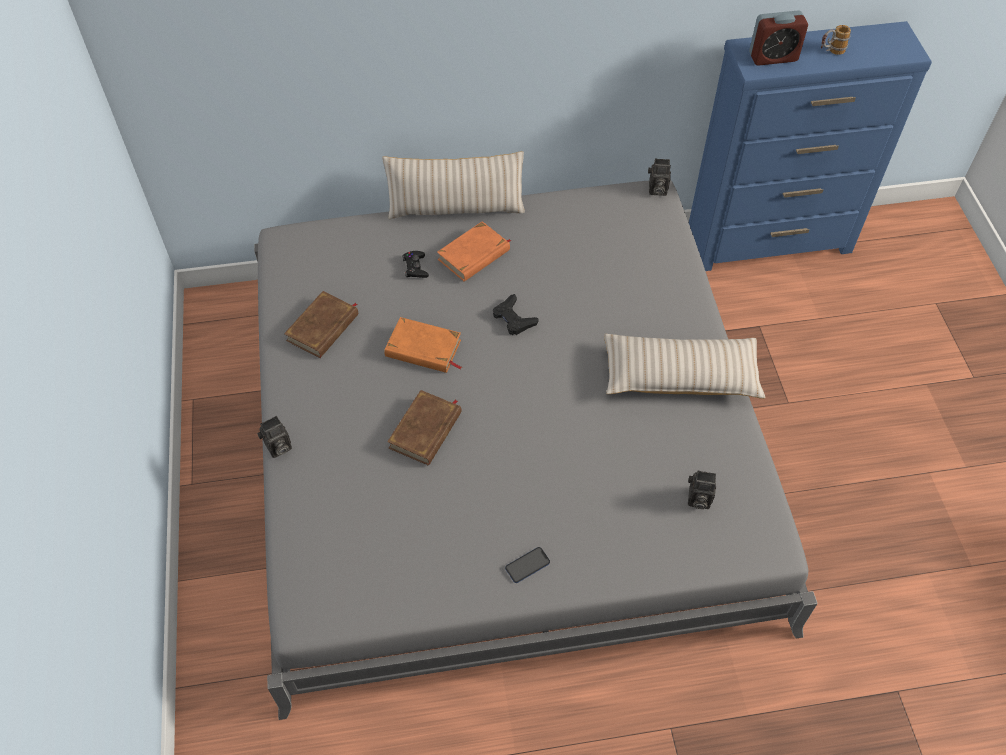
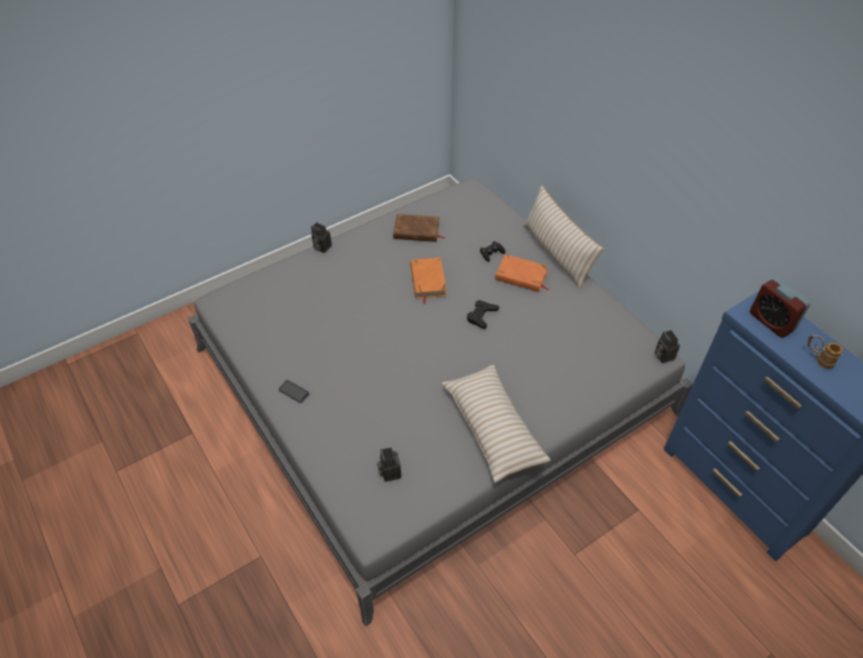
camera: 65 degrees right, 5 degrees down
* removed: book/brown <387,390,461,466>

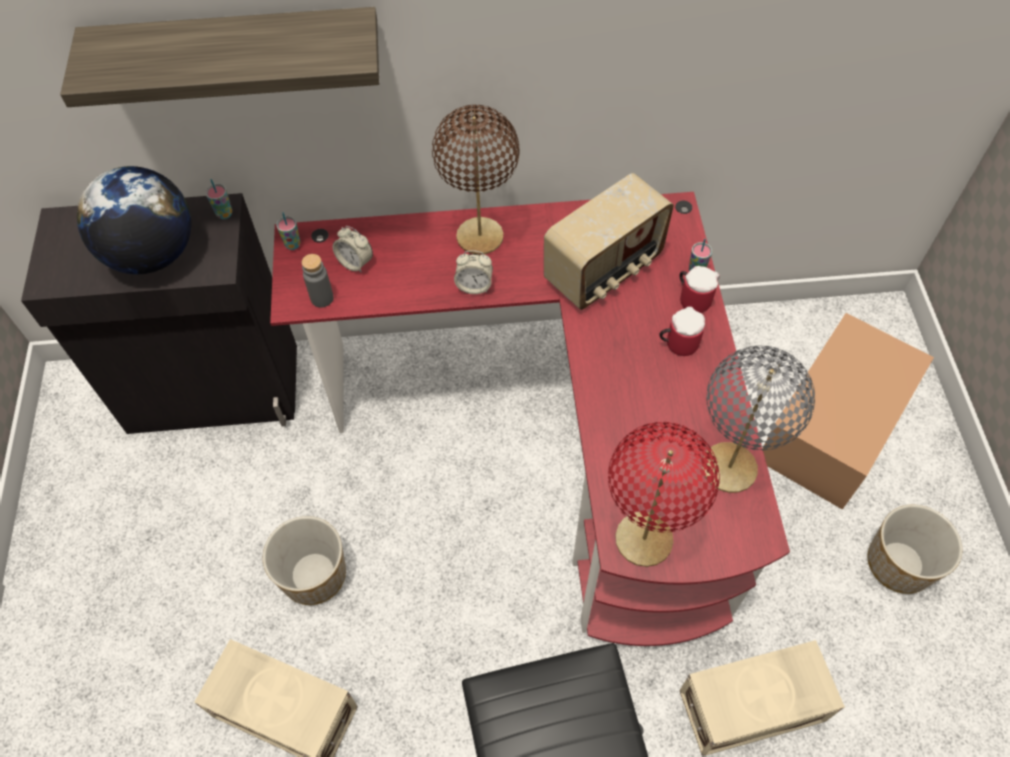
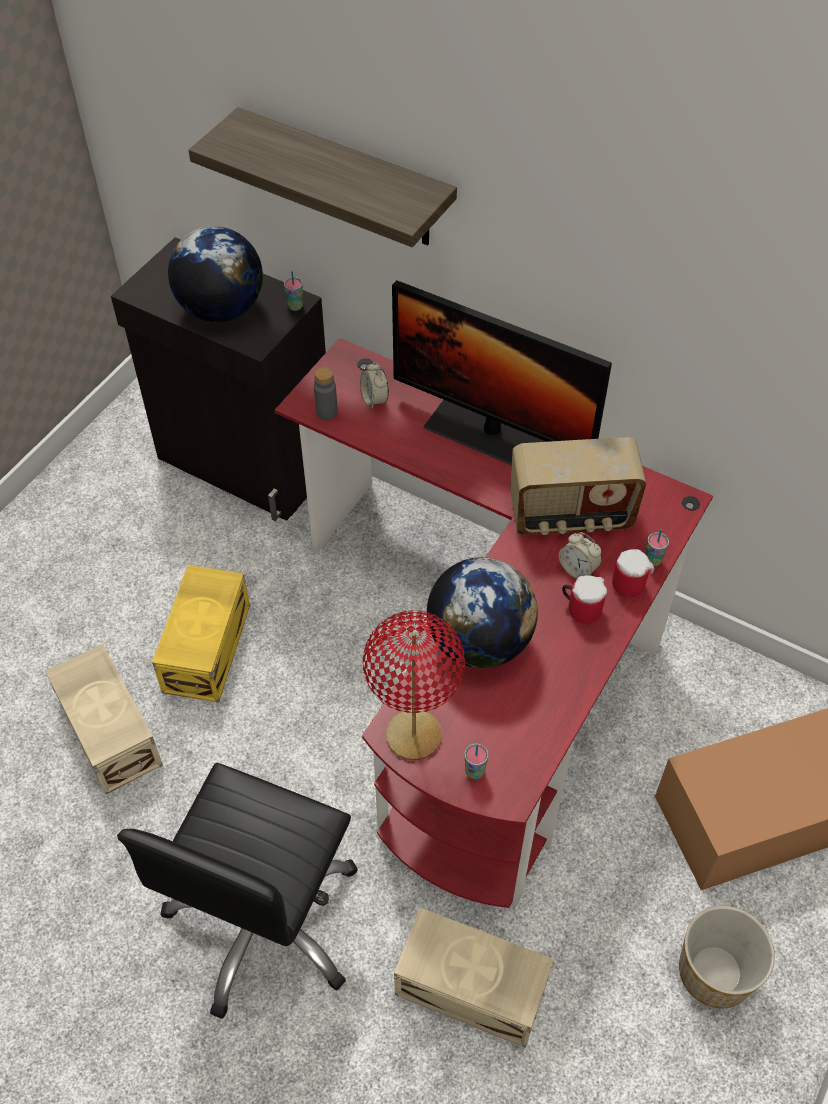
camera: 35 degrees right, 5 degrees down
* replaced: planter <263,516,346,605> to storage box/yellow <152,565,250,703>
* moved: cup <276,212,300,250> to <464,744,488,779>
* replaced: table lamp/brown <432,105,520,255> to monitor <392,280,612,465>
* moved: alarm clock <454,250,493,294> to <559,532,602,579>
* removed: table lamp/grey <702,345,815,493>
* added: globe <427,557,538,668>

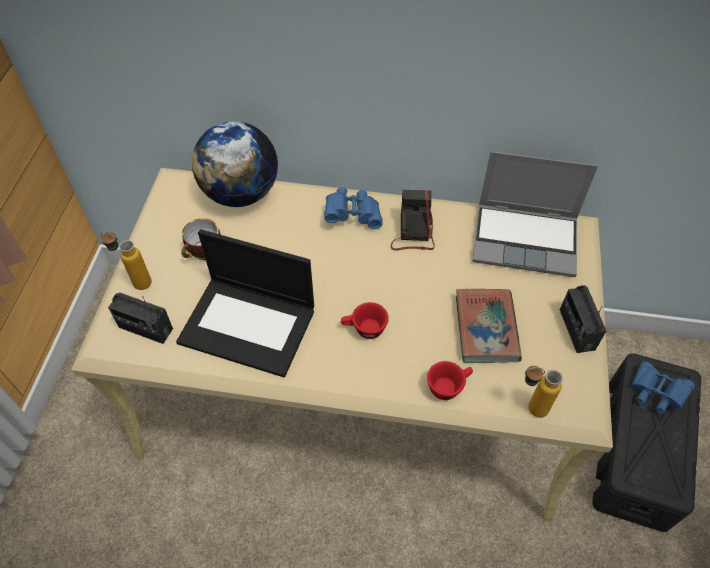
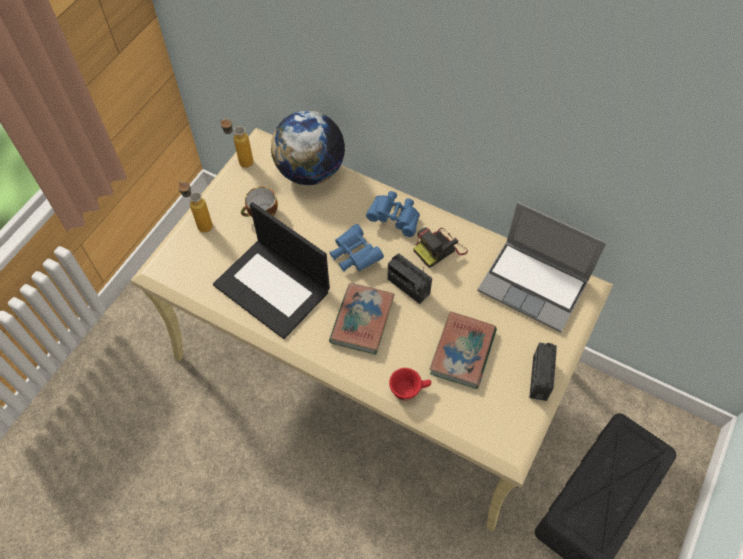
camera: 20 degrees right, 5 degrees up
* moved: radio <108,292,173,344> to <387,253,432,304>
* replaced: cup/red <341,302,389,339> to book <329,283,395,355>
* turned: photo camera <391,190,435,251> = <413,227,468,268> 150 degrees counterclockwise
* moved: bottle <525,366,563,418> to <220,118,253,168>
* moved: binoculars/blue <631,361,695,414> to <330,224,384,271>

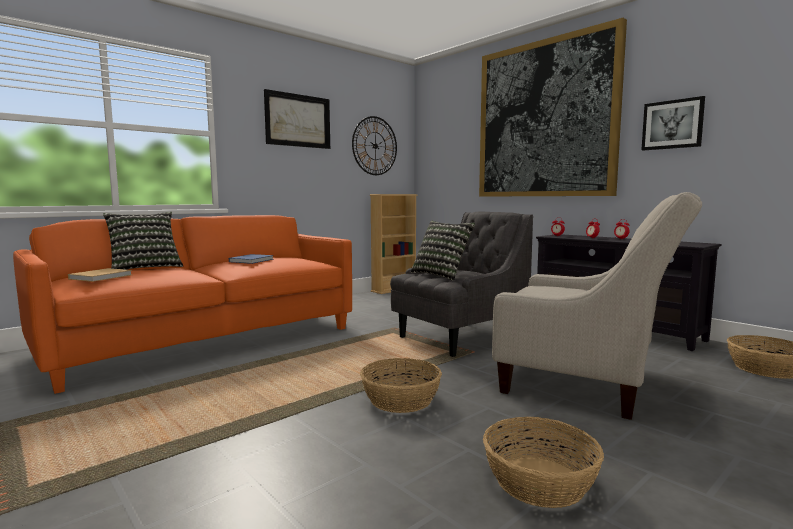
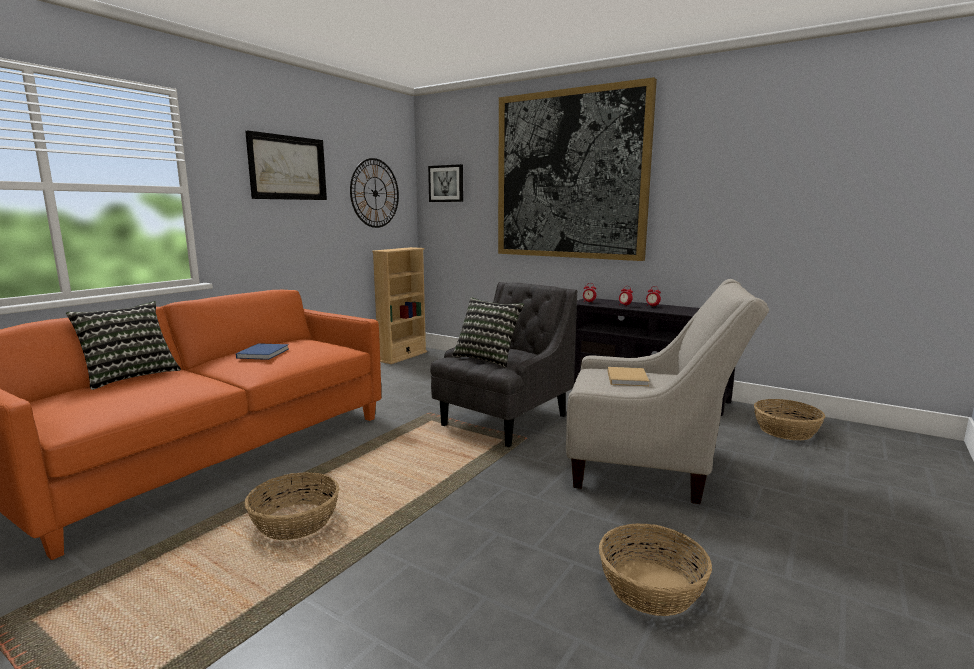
camera: 15 degrees left, 5 degrees up
* moved: book/beige <68,268,132,282> to <608,367,649,386>
* moved: basket <360,358,442,413> to <244,472,339,540>
* moved: picture <641,96,705,151> to <428,164,463,202>

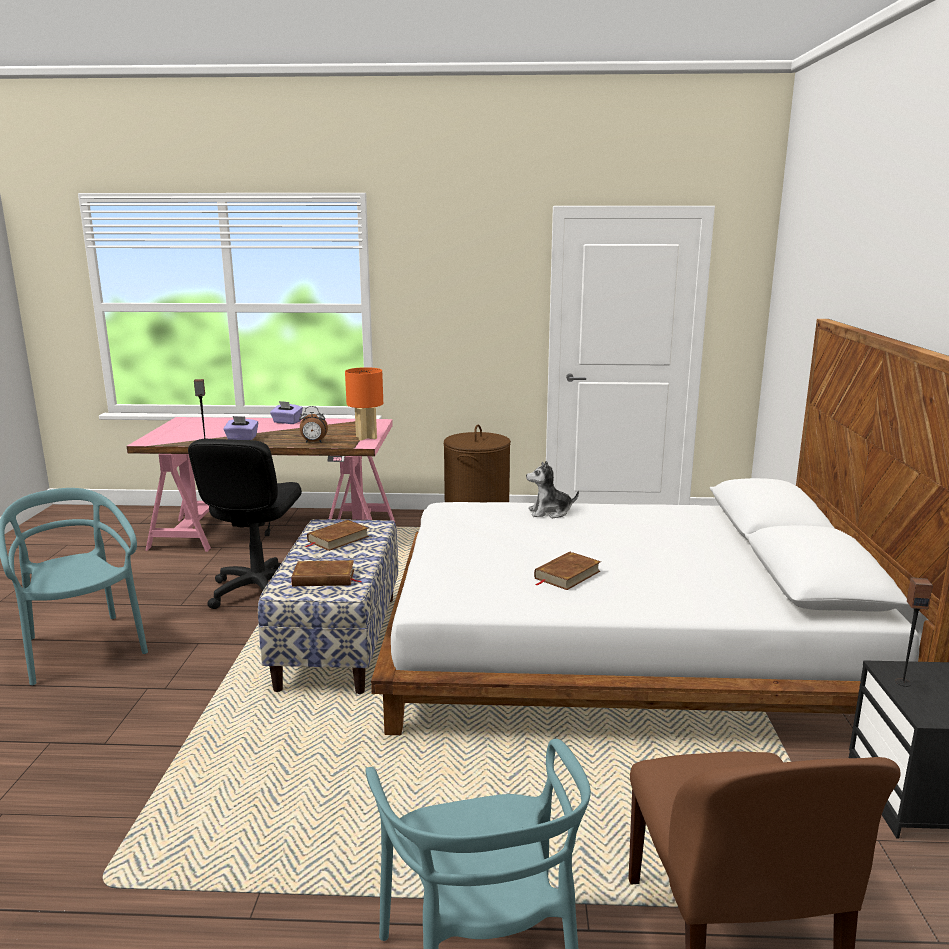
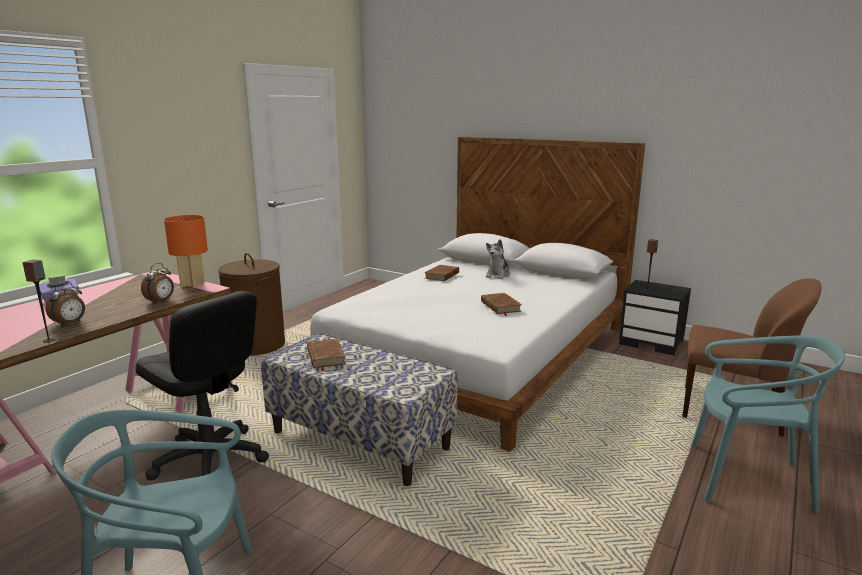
camera: 60 degrees left, 0 degrees up
* replaced: tissue box/purple <223,416,258,440> to alarm clock <45,281,85,326>
* moved: book/brown <291,560,361,586> to <424,265,459,281>
* moved: plush toy <526,460,579,518> to <486,239,510,279>

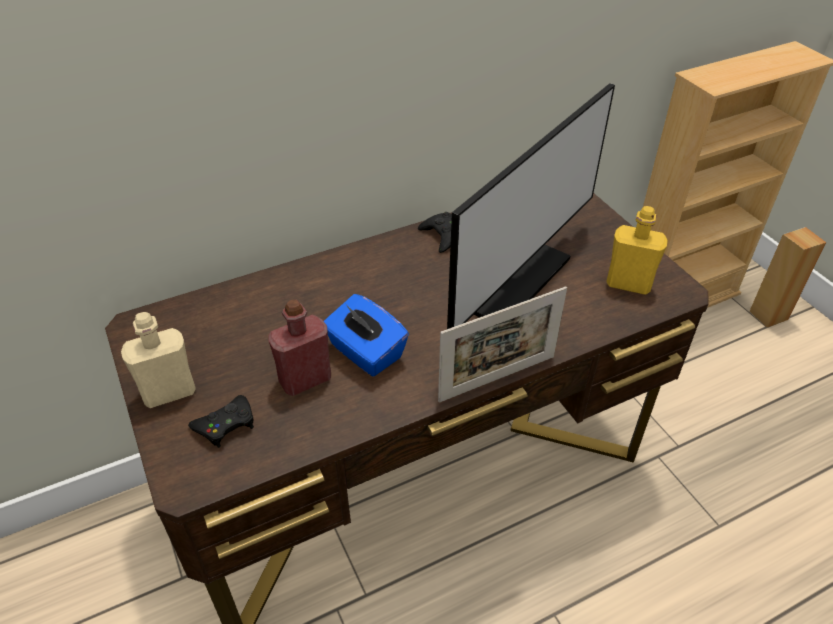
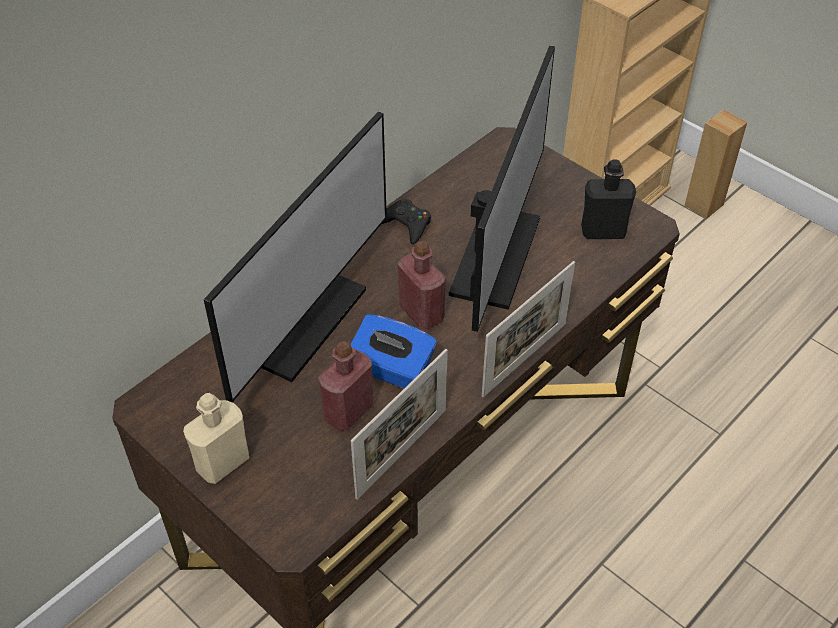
camera: 20 degrees left, 5 degrees up
* removed: game controller/black <188,395,254,448>
* recoloured: bottle/yellow <606,206,668,295> to bottle/black <581,160,636,239>
* added: monitor <204,111,387,402>
* added: picture frame <351,349,448,500>
* added: bottle/red <398,241,446,329>

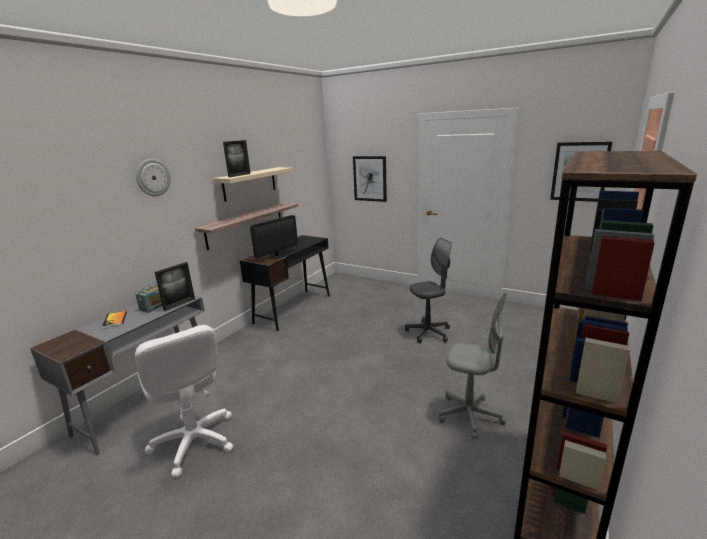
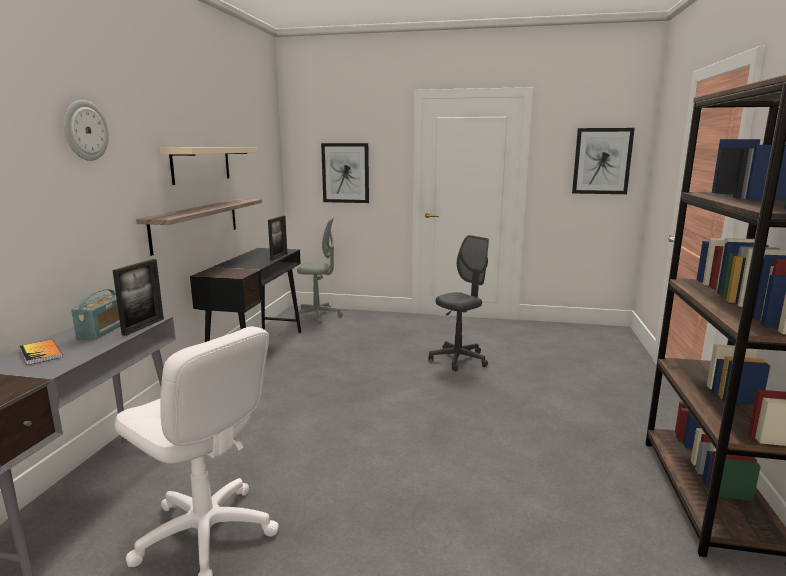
camera: 20 degrees left, 5 degrees down
* moved: picture frame <223,140,251,177> to <268,216,287,260>
* removed: monitor <250,215,298,259>
* moved: office chair/grey <439,293,507,440> to <295,218,343,324>

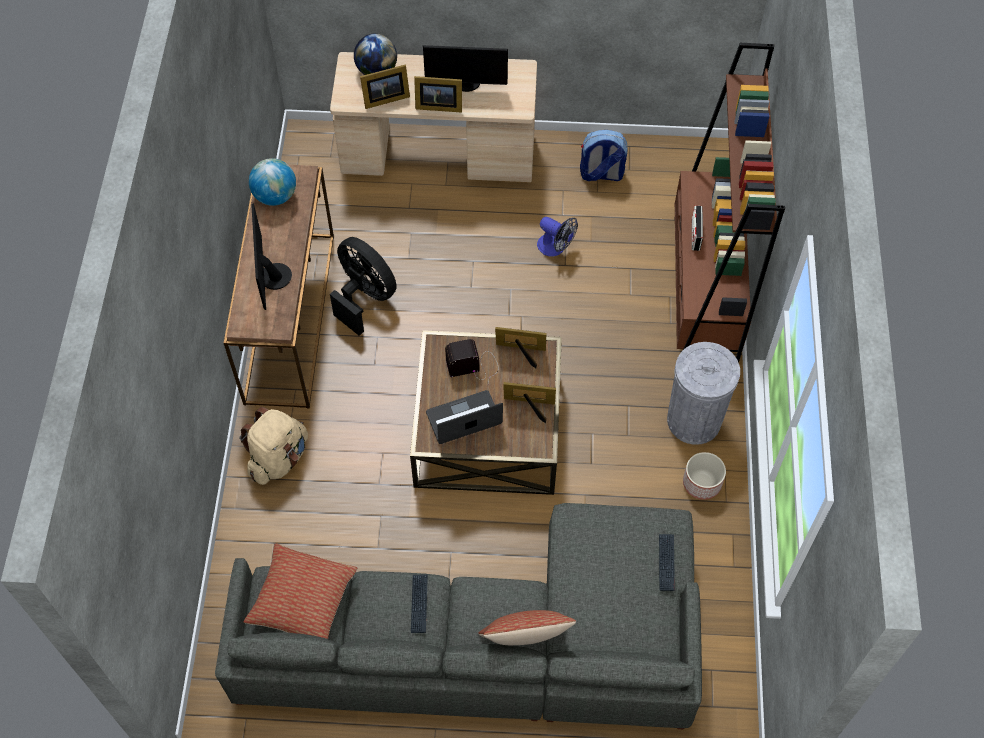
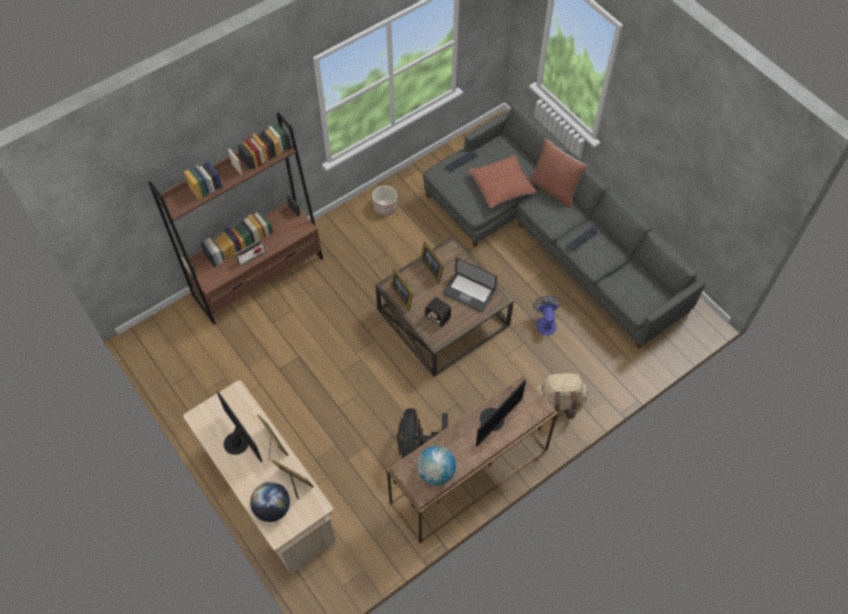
camera: 130 degrees left, 0 degrees up
* moved: pillow <243,543,357,639> to <468,155,537,208>
* moved: fan <537,217,578,257> to <533,296,561,336>
* removed: backpack <580,130,628,181>
* removed: trash can/grey <667,342,740,445>

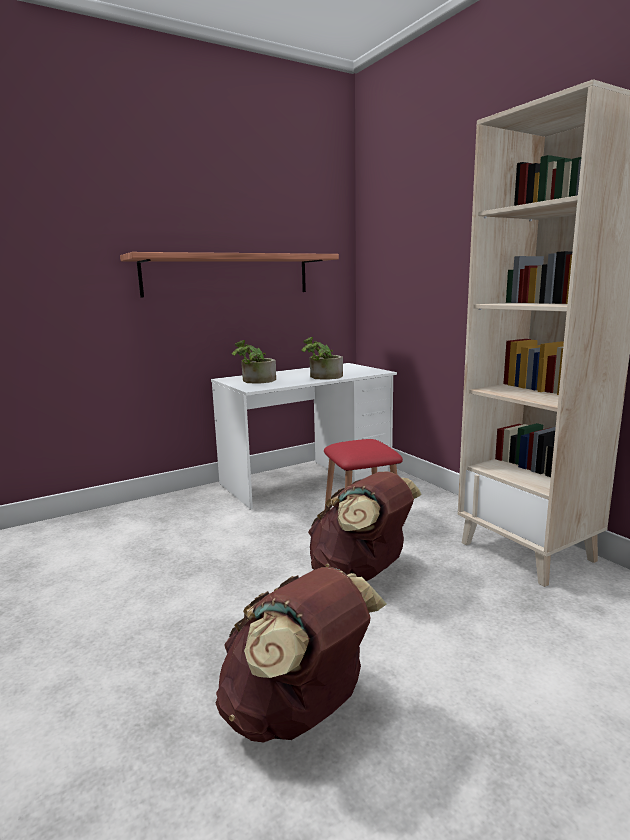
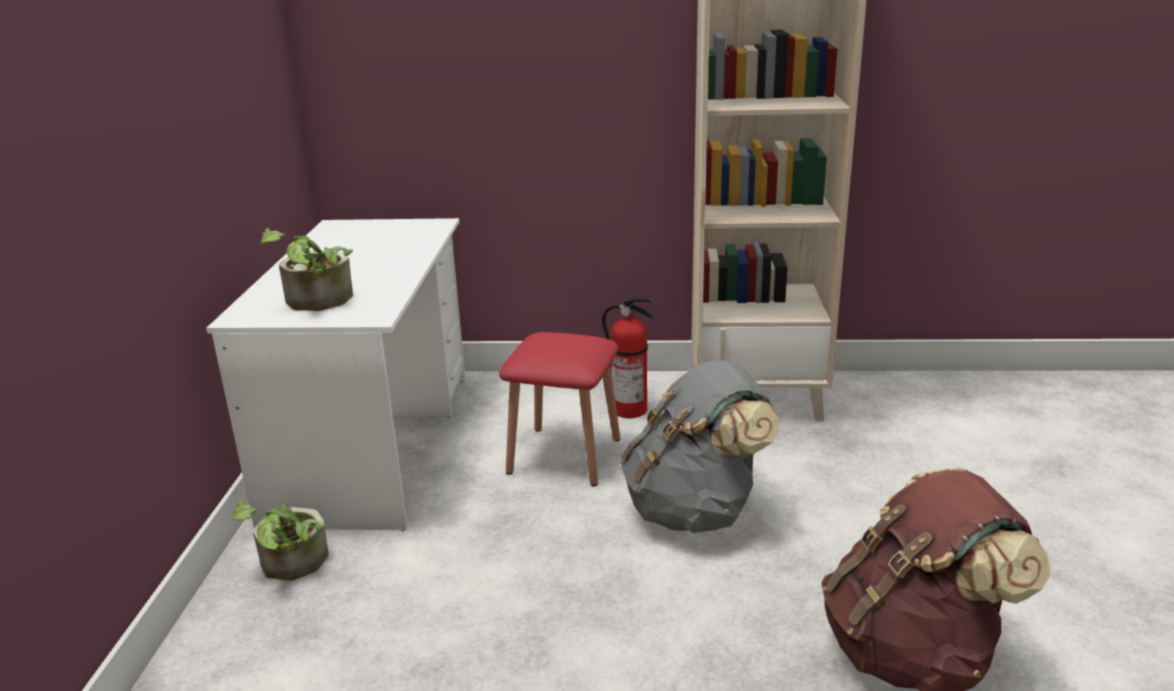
camera: 55 degrees left, 10 degrees up
* removed: shelf <120,252,339,297>
* moved: potted plant <302,337,343,380> to <233,499,329,581>
* recoloured: backpack/brown <308,472,422,581> to backpack/grey <620,360,780,533>
* added: fire extinguisher <602,297,655,418>

